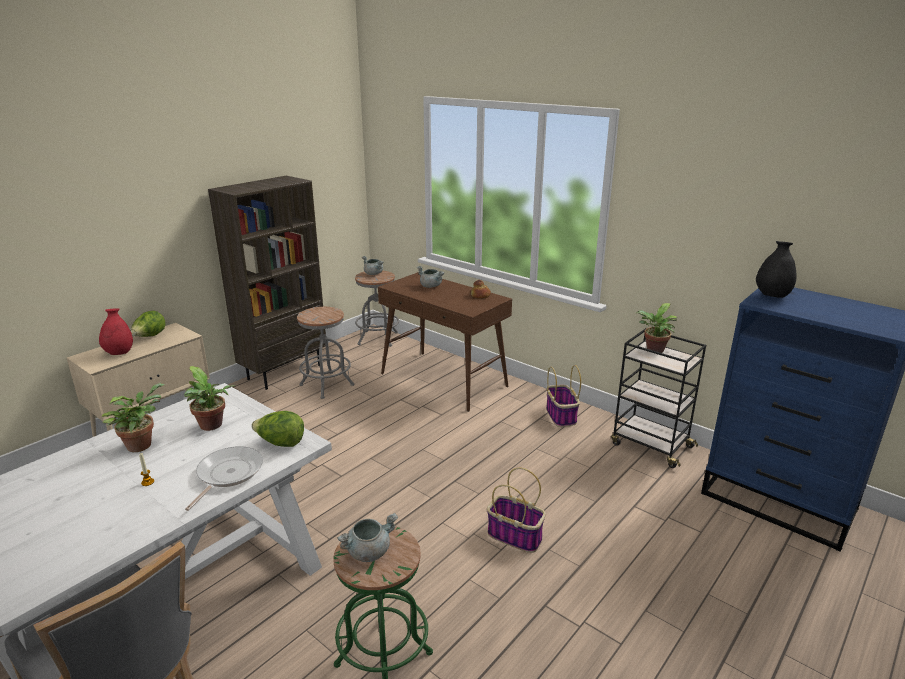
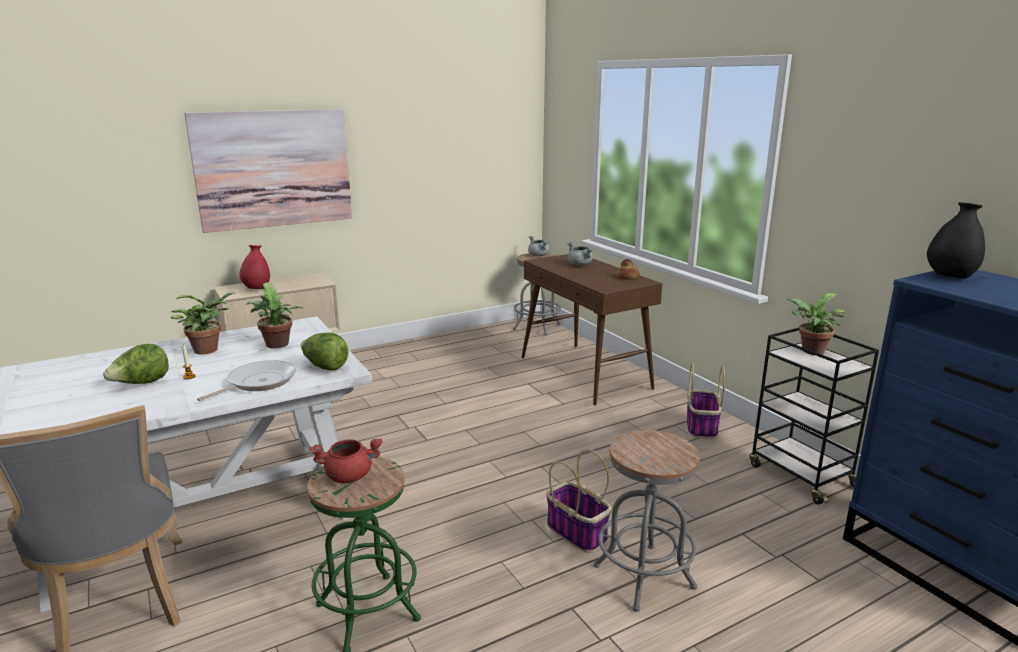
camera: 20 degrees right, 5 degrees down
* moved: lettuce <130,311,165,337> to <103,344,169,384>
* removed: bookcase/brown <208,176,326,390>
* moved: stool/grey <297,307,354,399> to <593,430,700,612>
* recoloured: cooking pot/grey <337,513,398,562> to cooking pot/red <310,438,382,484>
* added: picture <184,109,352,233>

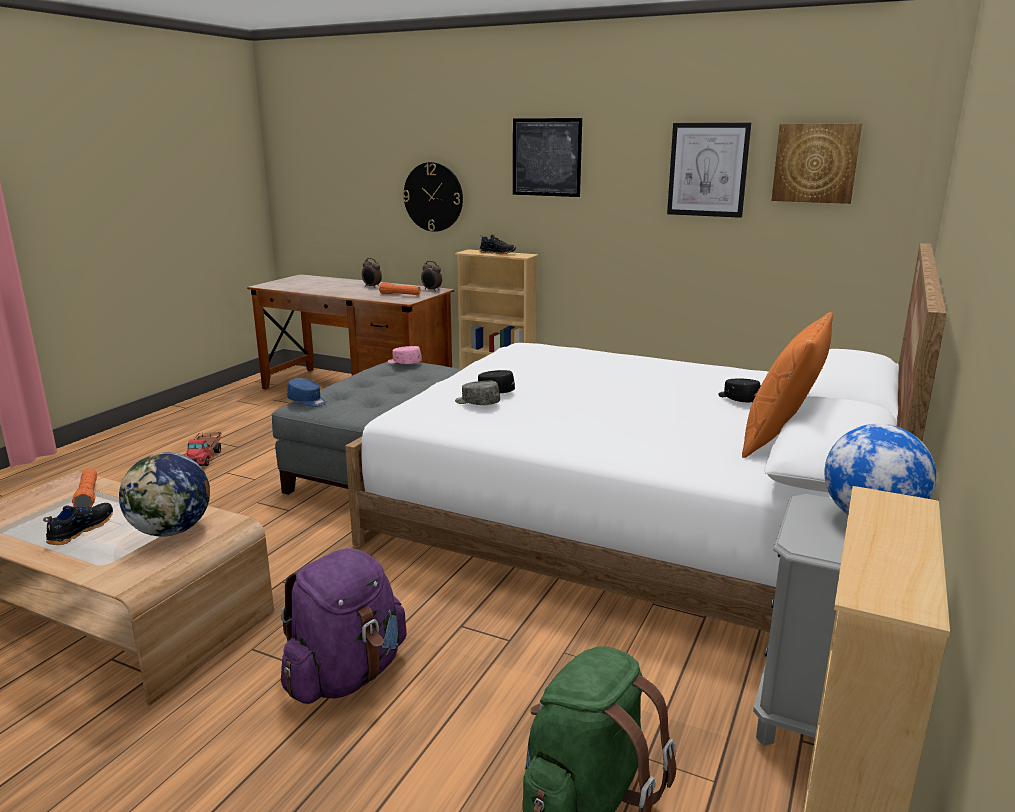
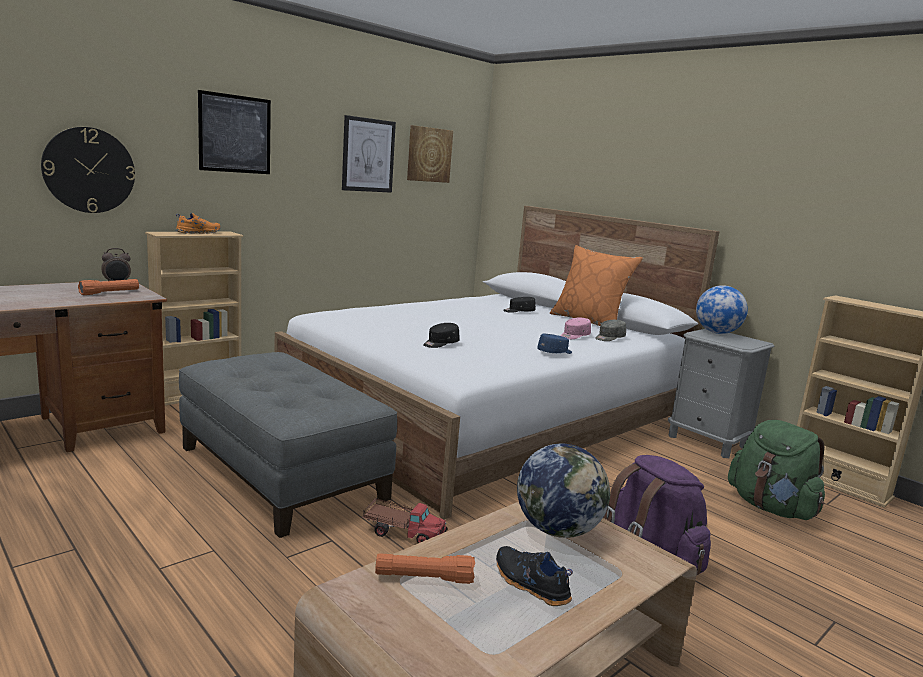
camera: 70 degrees left, 5 degrees down
* moved: toy truck <184,432,222,466> to <362,497,447,543>
* moved: cap/blue <287,378,326,407> to <537,334,572,354>
* removed: alarm clock <362,258,382,288>
* moved: cap/pink <388,346,422,364> to <560,318,591,339>
* moved: cap/grey <455,381,500,405> to <595,320,626,341>
* recoloured: shoe/black <479,235,516,254> to shoe/orange <176,213,221,234>

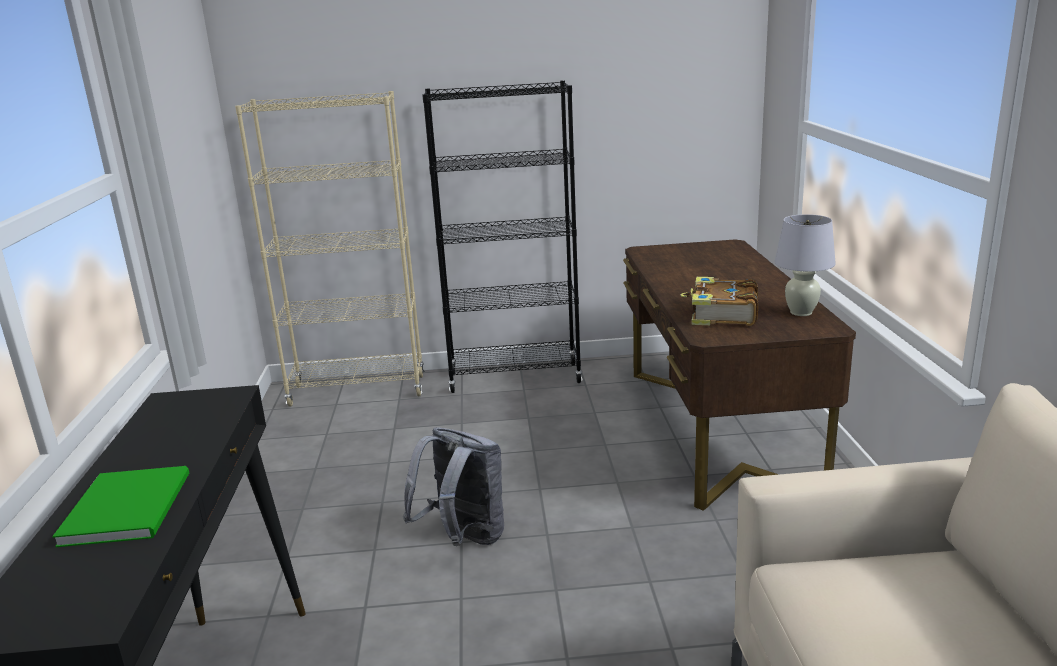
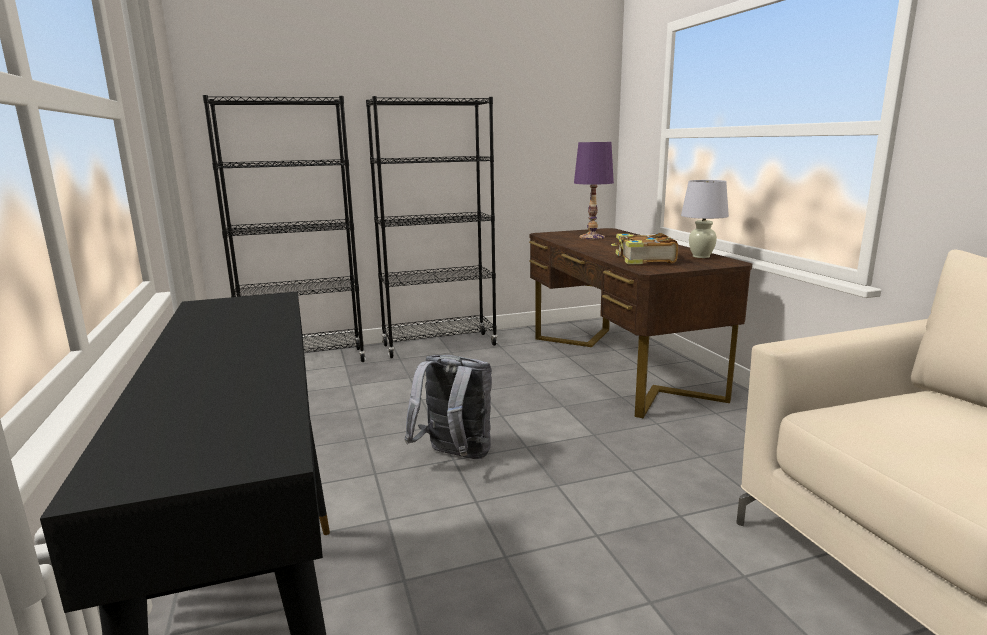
camera: 15 degrees left, 5 degrees down
* removed: book/green <52,466,189,547>
* recoloured: bookcase/beige <235,91,424,407> to bookcase/black <203,95,366,362>
* added: table lamp/purple <574,142,614,239>

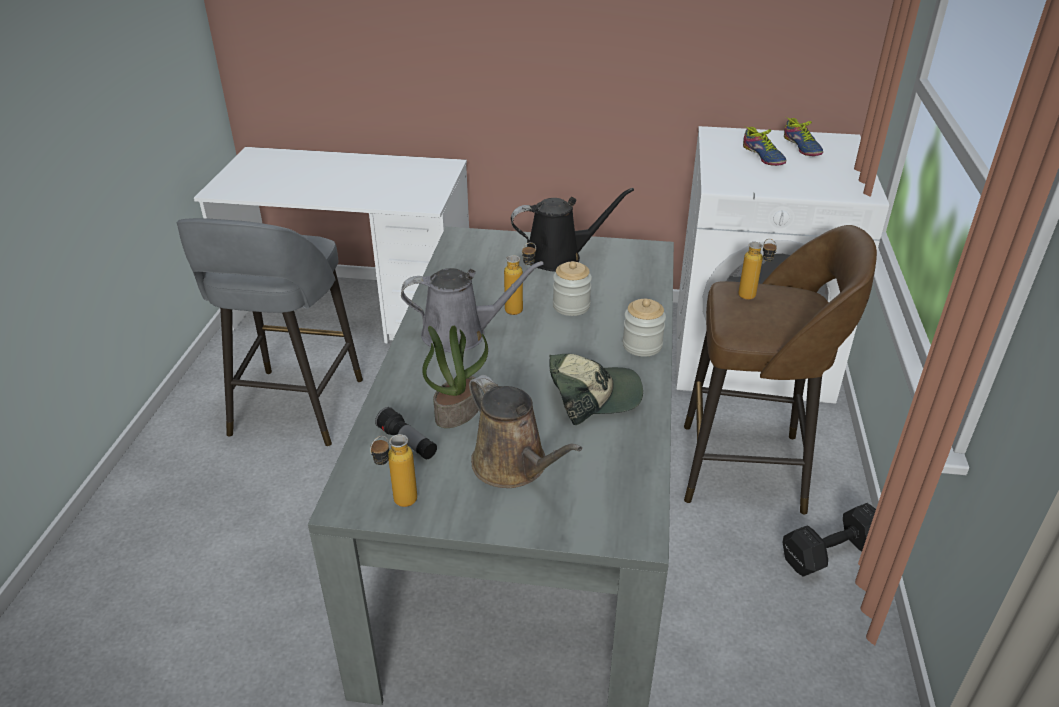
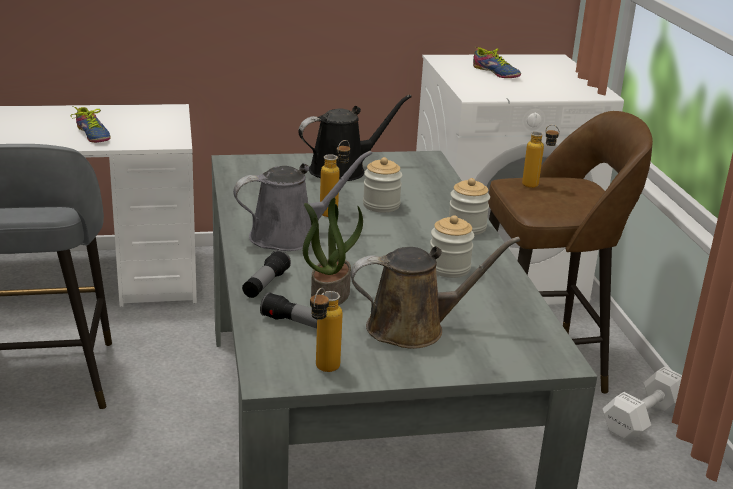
camera: 20 degrees left, 10 degrees down
* turned: watering can/brown <469,375,582,488> = <350,237,520,349> 45 degrees counterclockwise
* replaced: cap <549,354,643,425> to jar <430,215,474,278>
* recoloured: dumbbell/black <782,503,876,577> to dumbbell/white <603,367,682,442>
* moved: shoe <784,117,823,156> to <71,106,111,143>
* added: flashlight <242,250,291,298>

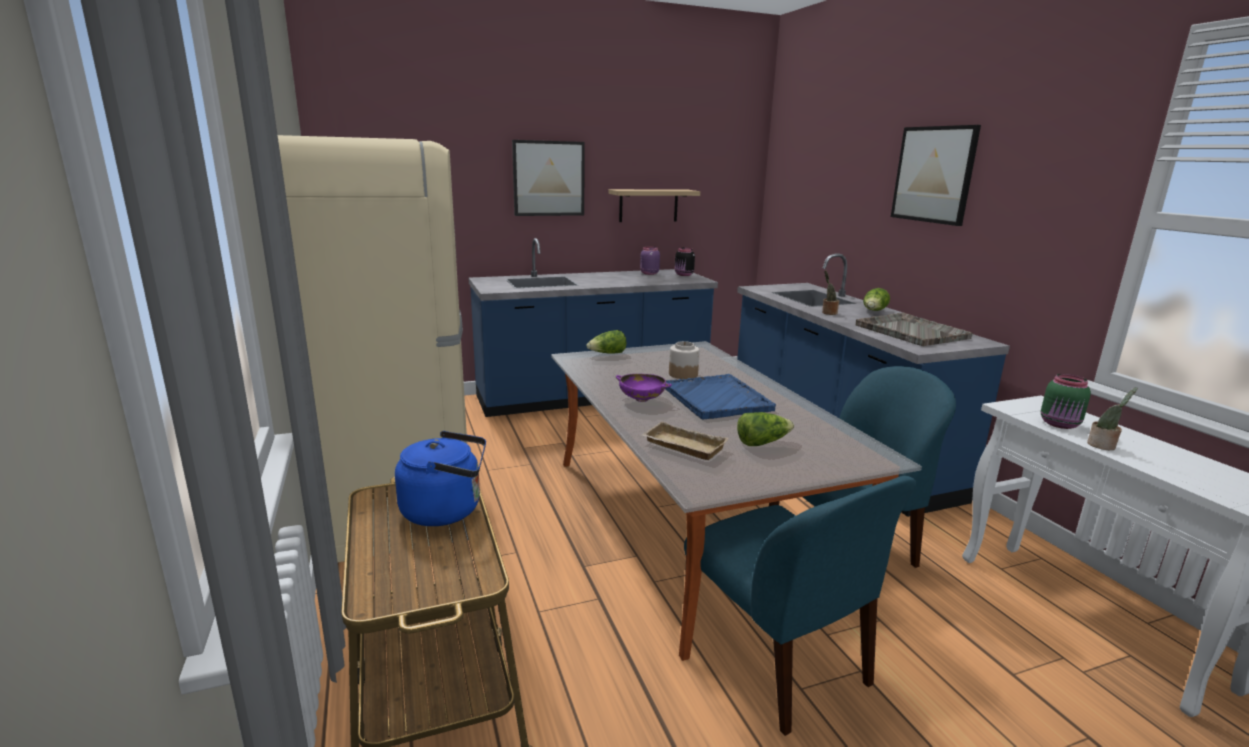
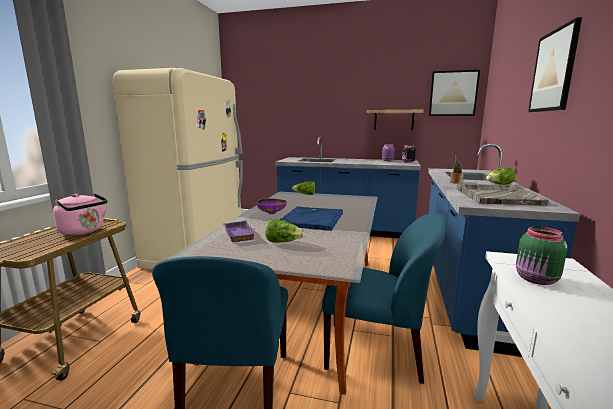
camera: 35 degrees right, 5 degrees down
* recoloured: kettle/blue <395,431,486,526> to kettle/pink <53,193,108,235>
* moved: picture <512,140,585,216> to <429,70,480,116>
* recoloured: tray/beige <642,421,728,460> to tray/purple <223,221,256,242>
* removed: jar <669,341,700,379>
* removed: potted plant <1087,387,1137,450>

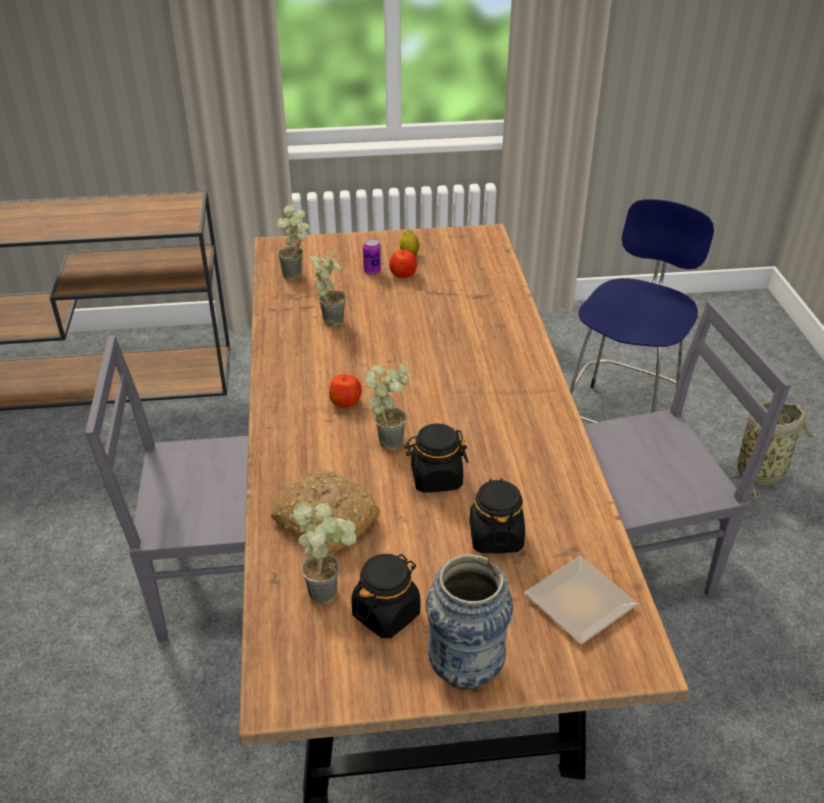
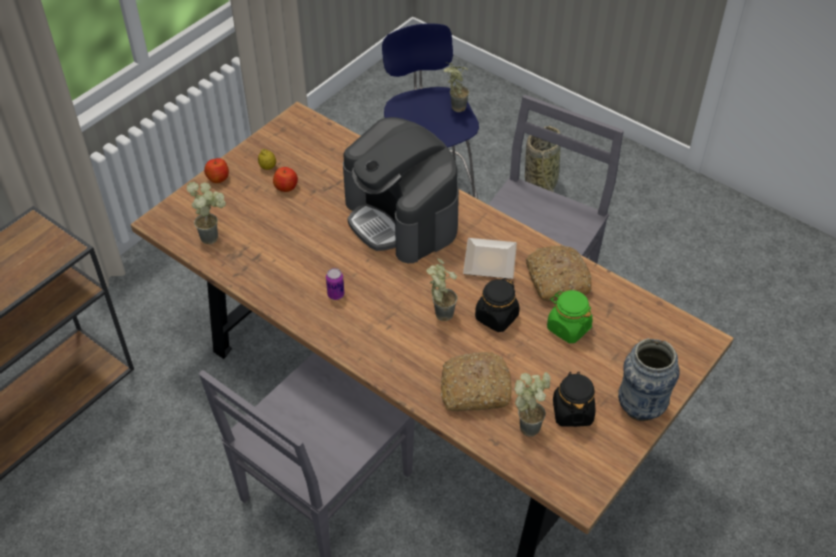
camera: 45 degrees left, 10 degrees up
* moved: potted plant <310,251,346,327> to <444,62,469,112>
* moved: apple <329,374,361,408> to <204,158,229,183>
* moved: can <363,239,381,275> to <326,268,344,300>
* recoloured: jar/black <470,478,525,553> to jar/green <547,290,593,343>
* moved: plate <524,556,638,644> to <463,238,517,279>
* added: coffee machine <343,117,459,263>
* added: bread <526,245,592,301>

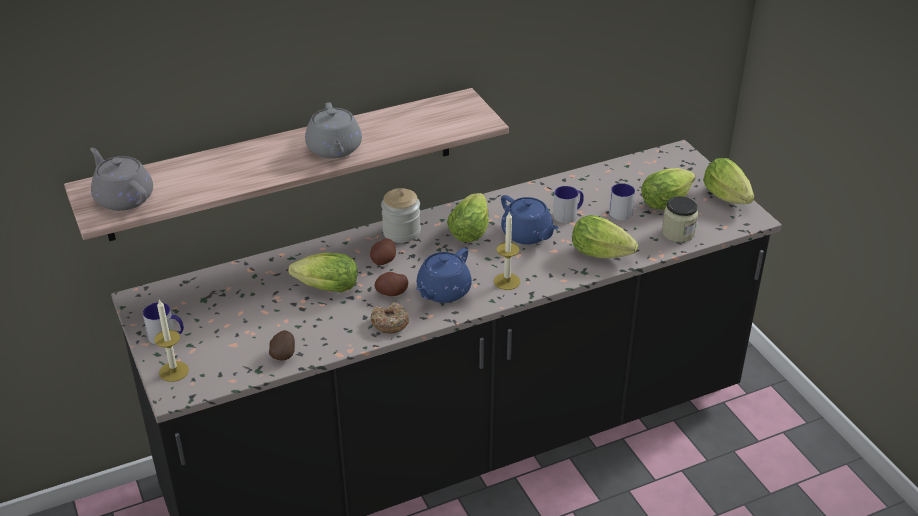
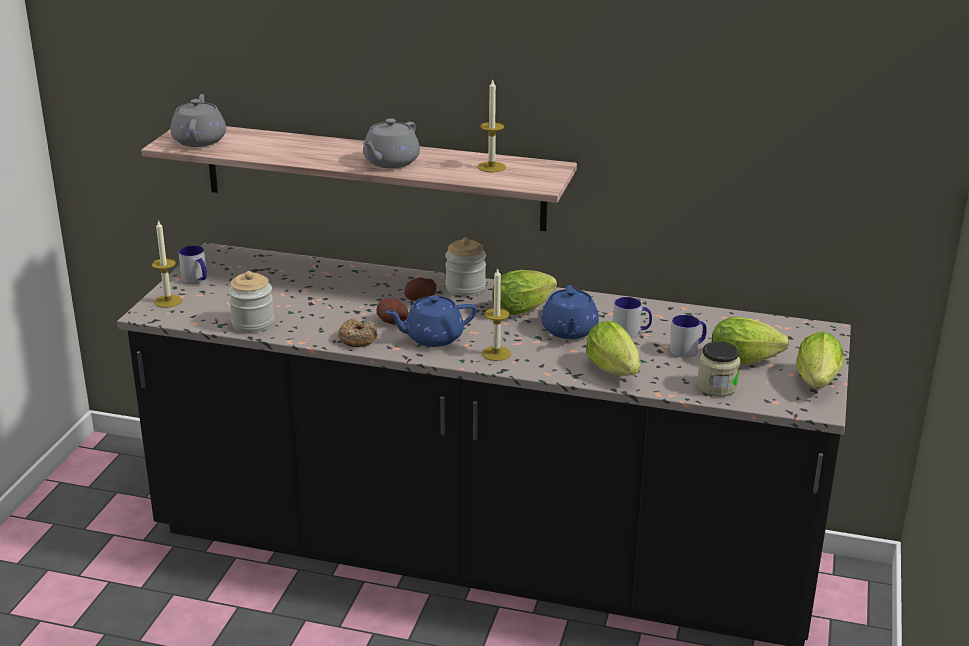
camera: 40 degrees right, 10 degrees down
* replaced: potato <269,330,295,361> to jar <228,271,274,333>
* removed: lettuce <289,253,358,292>
* added: candle <478,78,506,173>

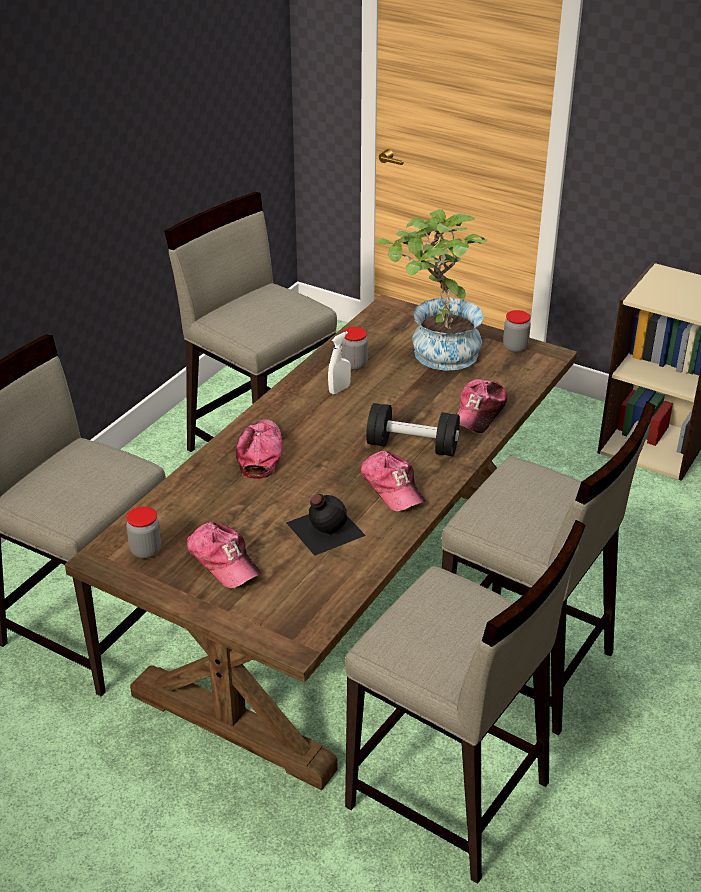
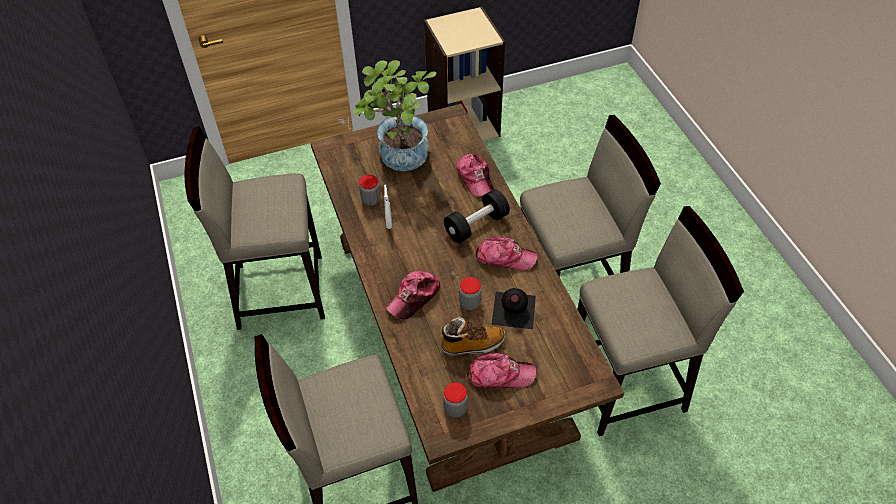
camera: 50 degrees left, 15 degrees up
* turned: cap <236,419,282,479> = <386,271,441,320> 90 degrees counterclockwise
* moved: jar <503,310,531,353> to <459,277,481,310>
* added: boot <440,317,505,356>

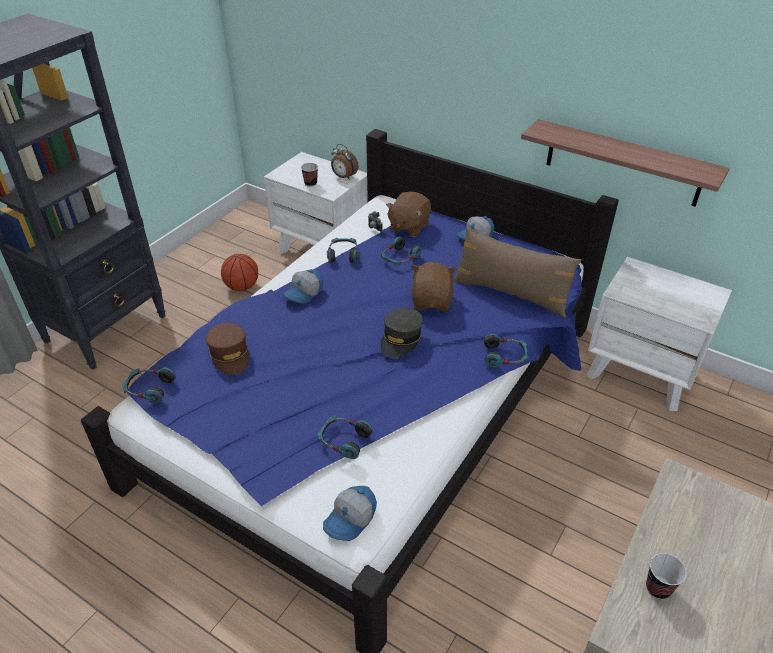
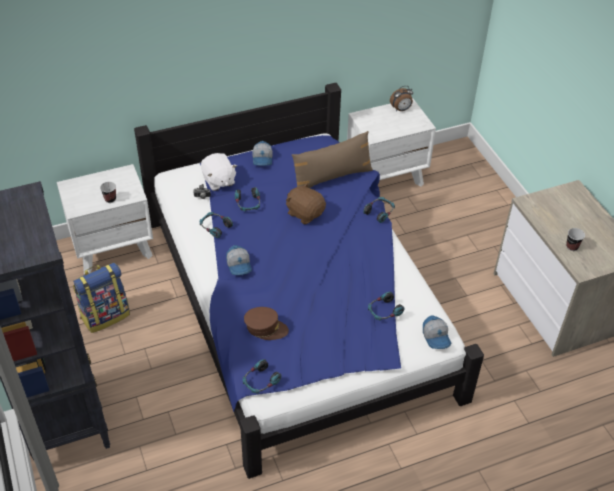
camera: 55 degrees left, 5 degrees up
* replaced: basketball <221,254,258,291> to backpack <73,263,130,333>
* moved: alarm clock <331,144,359,180> to <390,86,413,111>
* removed: cap/grey <381,308,423,358>
* recoloured: plush toy/brown <386,192,431,237> to plush toy/white <201,153,237,191>
* removed: shelf <521,119,730,207>

